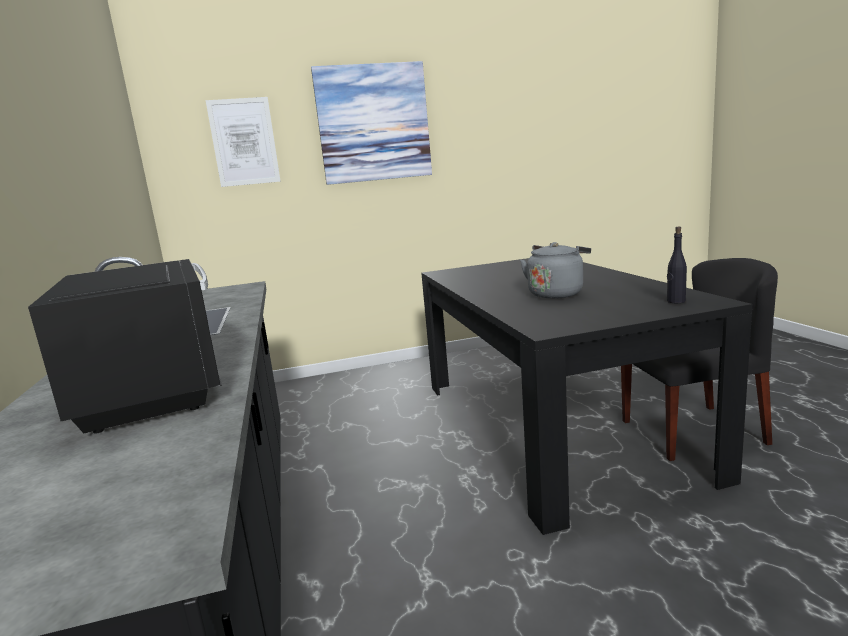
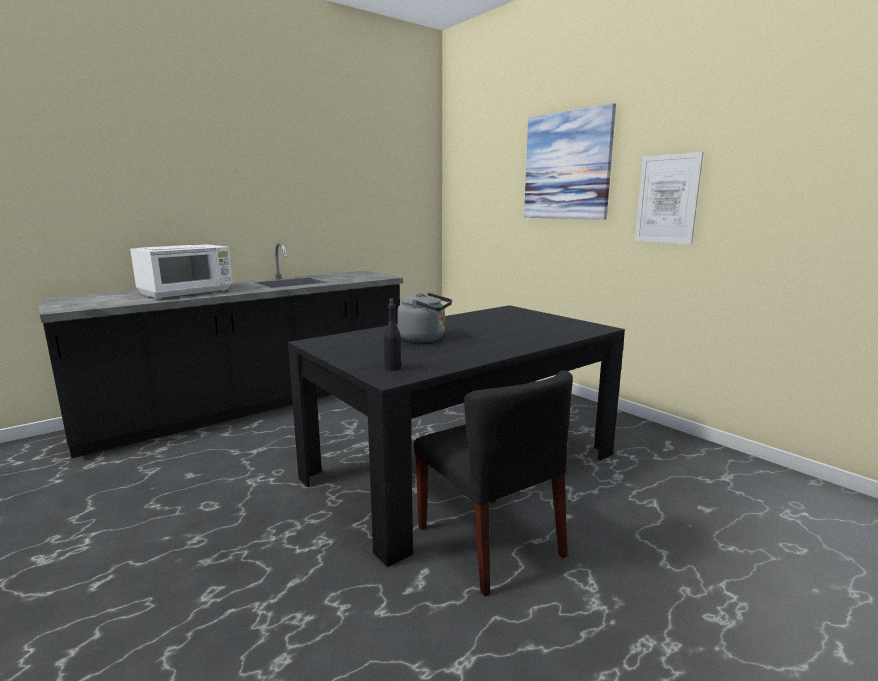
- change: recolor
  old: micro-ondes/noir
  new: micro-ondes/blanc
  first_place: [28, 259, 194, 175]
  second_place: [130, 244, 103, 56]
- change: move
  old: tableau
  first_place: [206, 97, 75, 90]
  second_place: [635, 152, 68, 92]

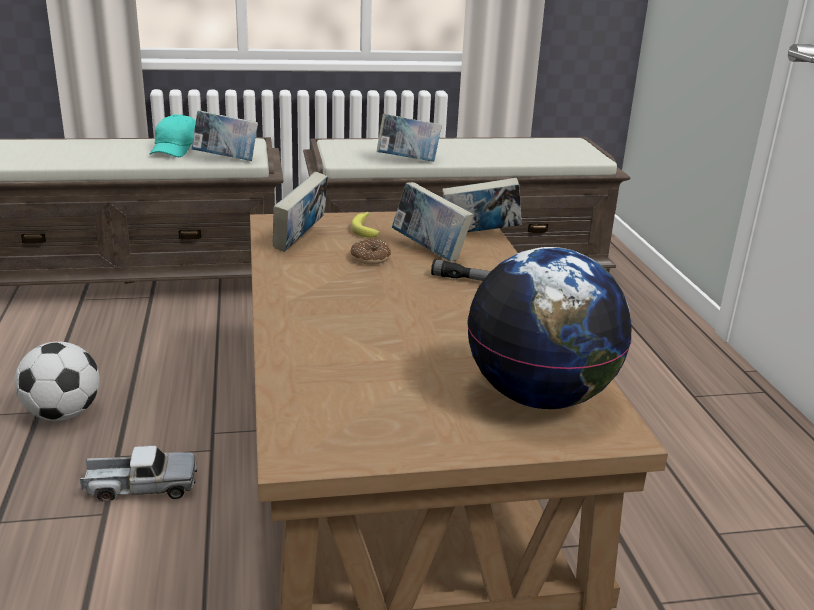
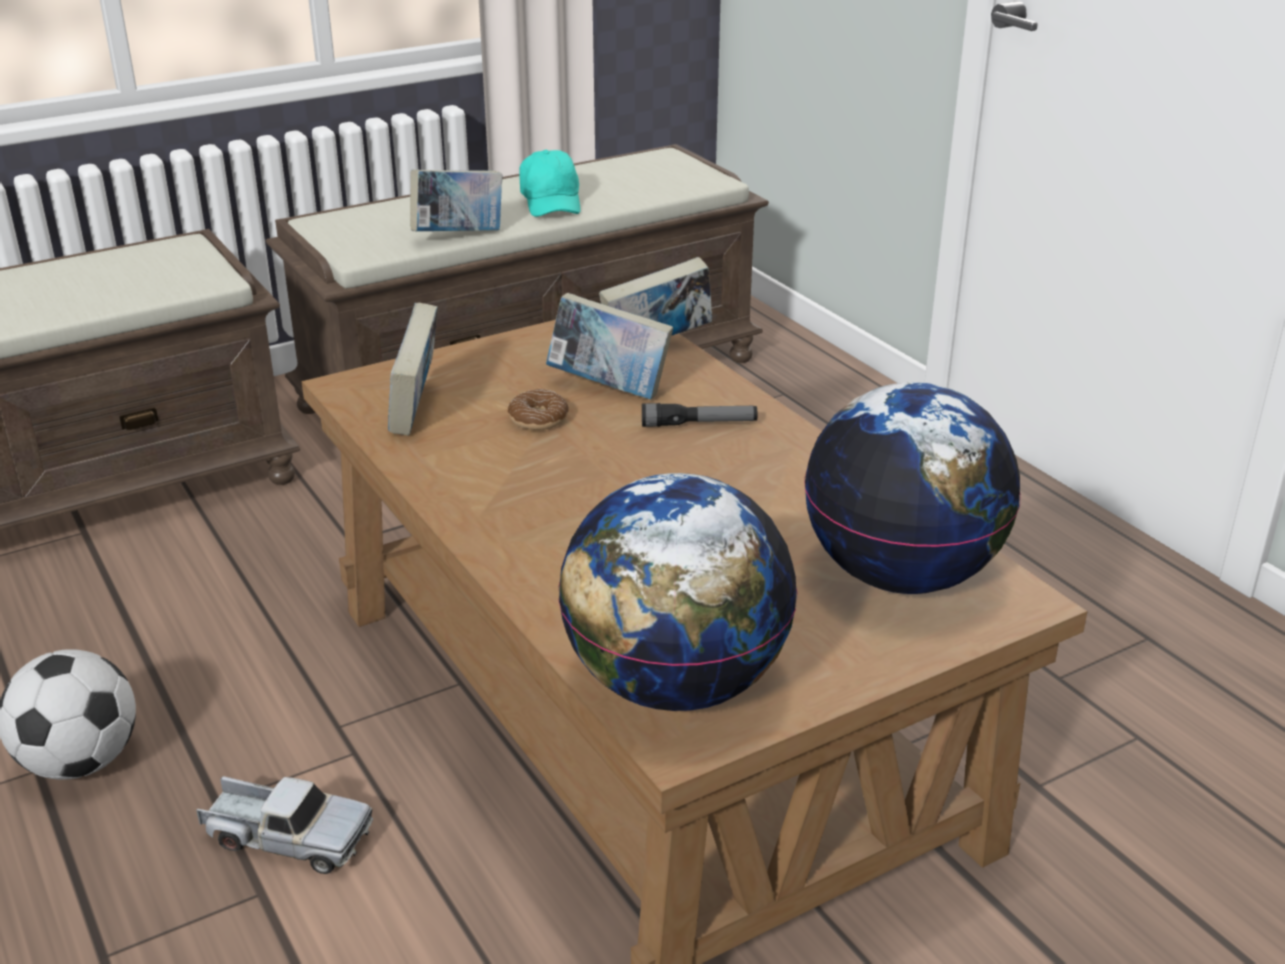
- change: rotate
  old: camion jouet
  first_place: [80, 446, 117, 56]
  second_place: [196, 776, 177, 98]
  degrees: 45
- change: move
  old: casquette/turquoise
  first_place: [150, 114, 46, 43]
  second_place: [519, 150, 62, 67]
- change: delete
  old: livre
  first_place: [192, 110, 66, 51]
- change: delete
  old: banane
  first_place: [351, 212, 29, 26]
- change: insert
  new: globe
  second_place: [558, 473, 240, 238]

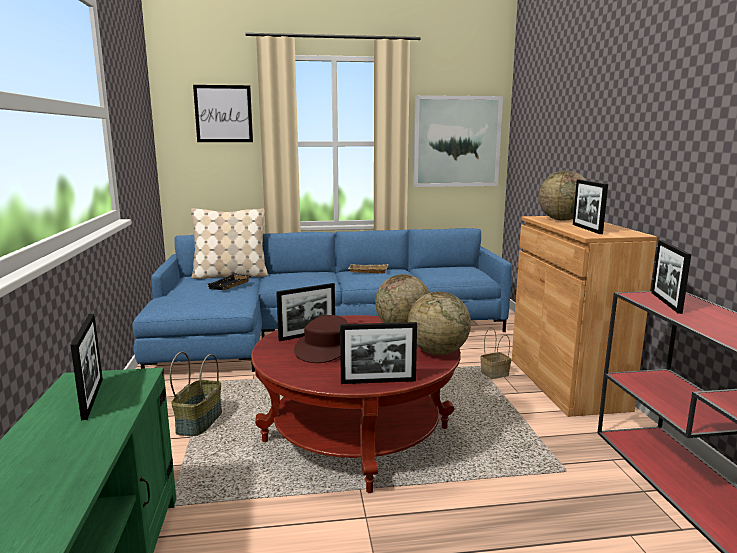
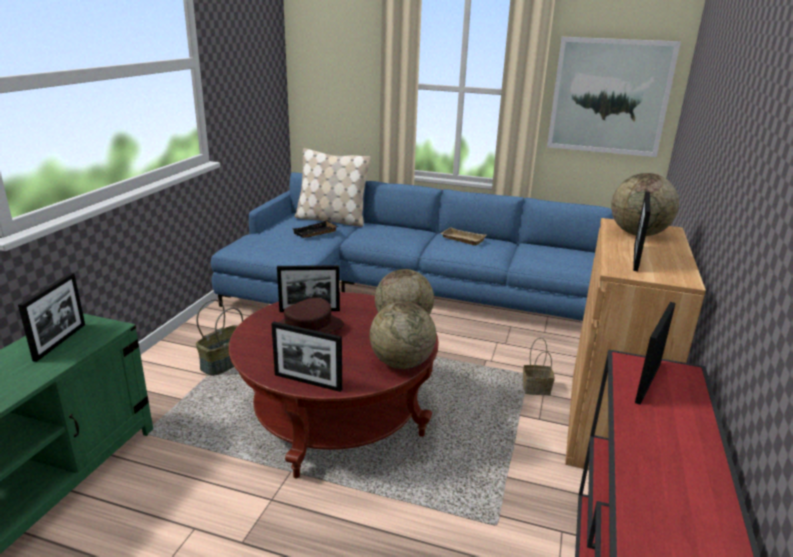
- change: delete
  old: tableau
  first_place: [193, 85, 60, 57]

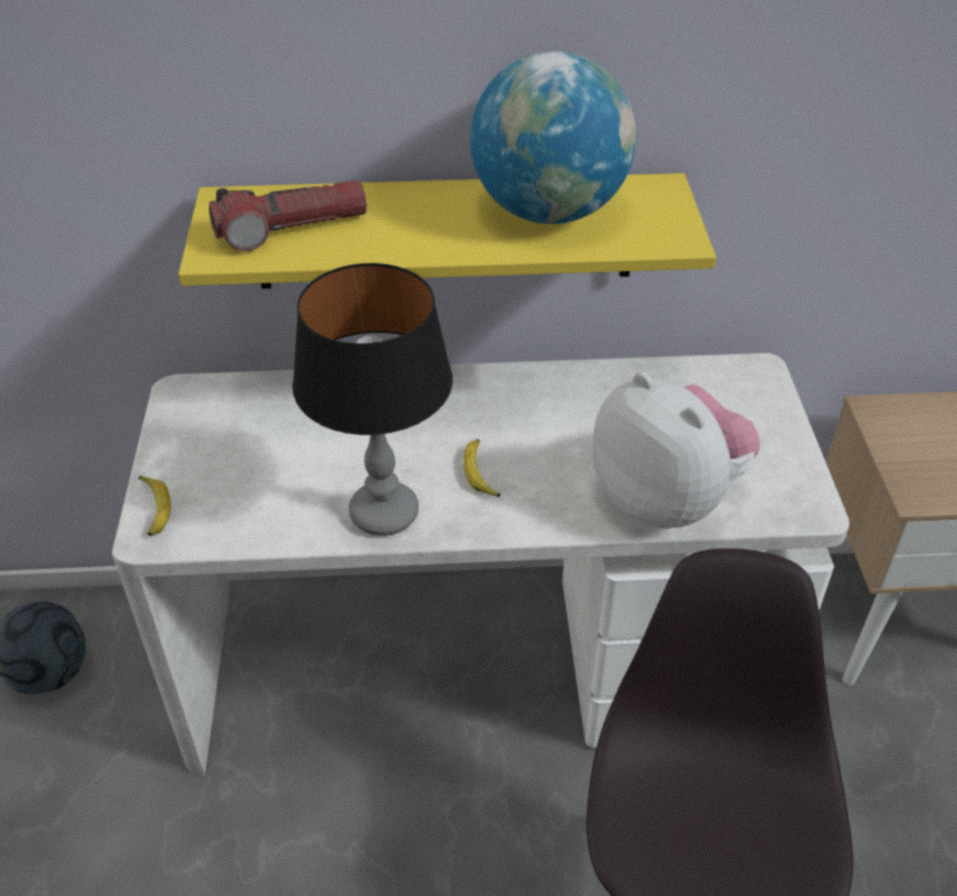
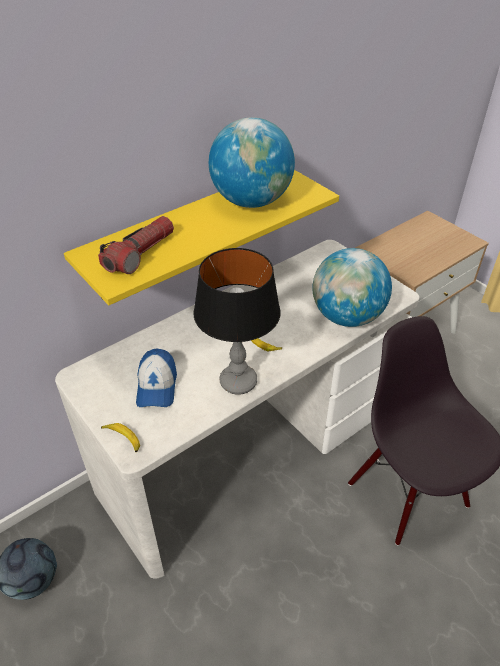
- change: replace
  old: peluche
  new: globe
  first_place: [592, 372, 168, 157]
  second_place: [312, 248, 80, 79]
- change: insert
  new: casquette
  second_place: [136, 349, 41, 58]

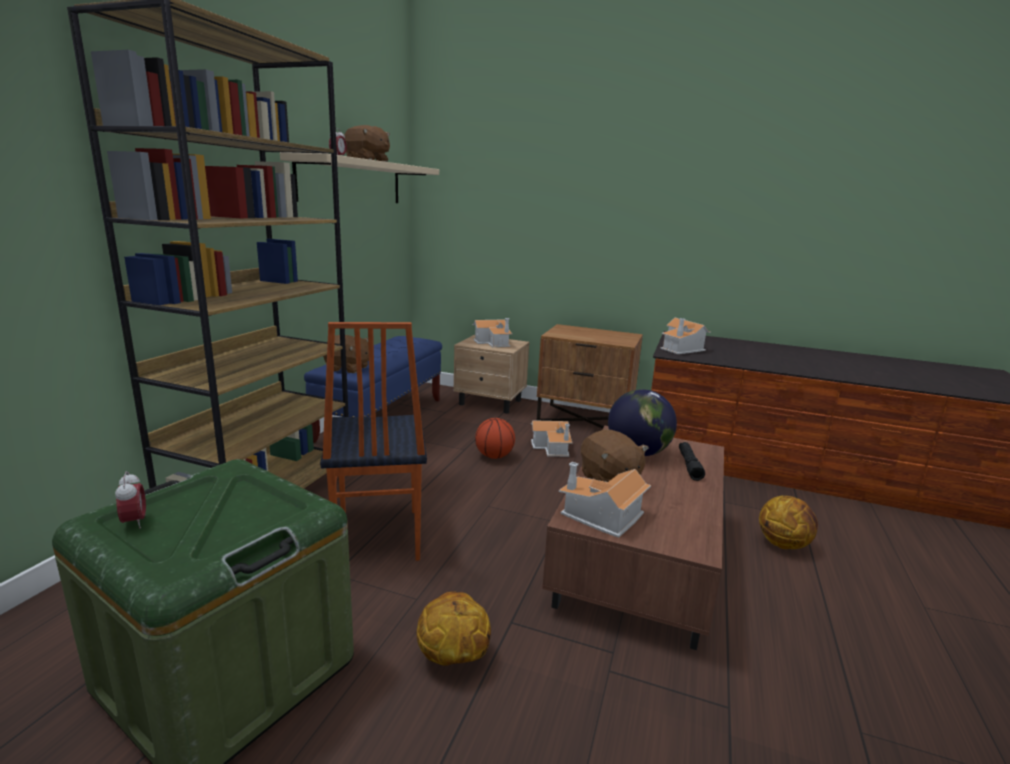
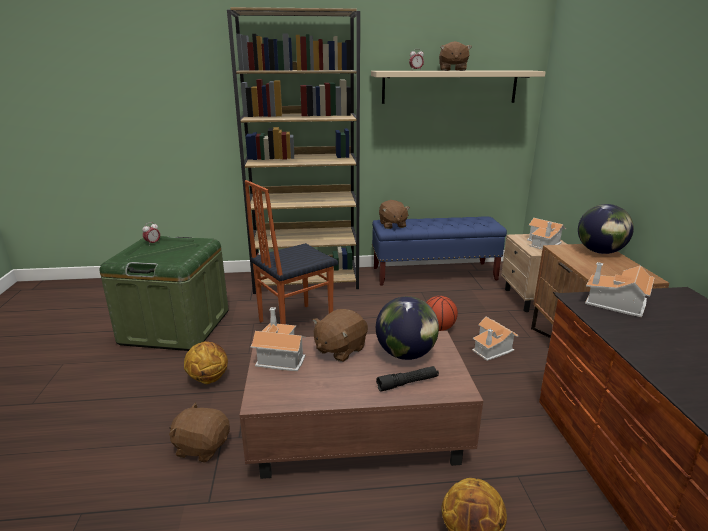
- change: insert
  new: peluche/marron
  second_place: [169, 402, 61, 61]
- change: insert
  new: globe
  second_place: [578, 204, 56, 50]

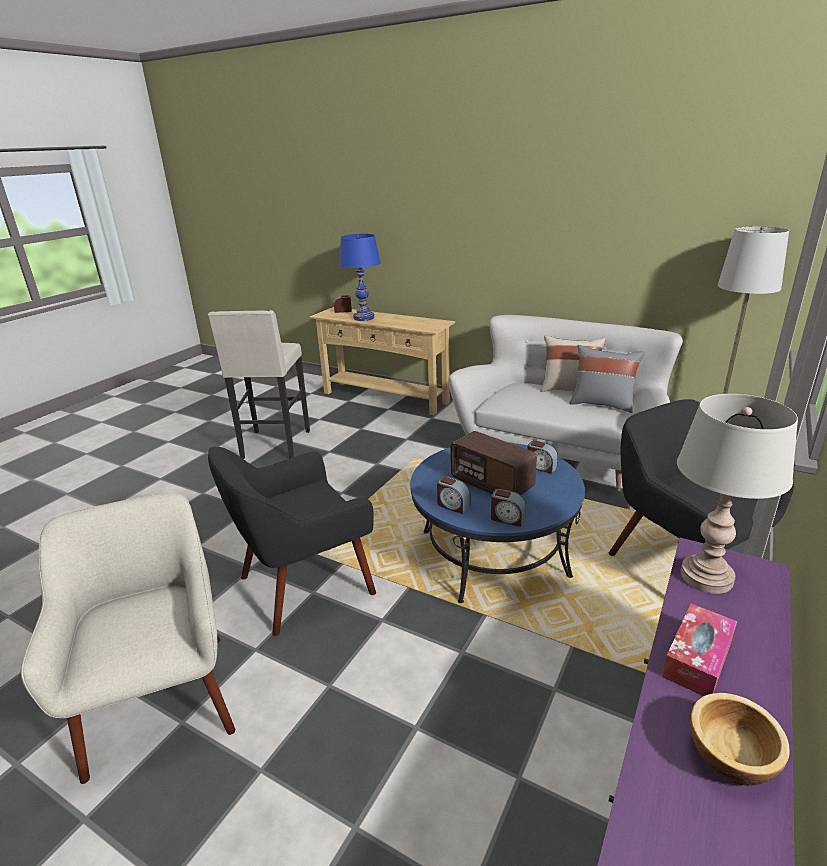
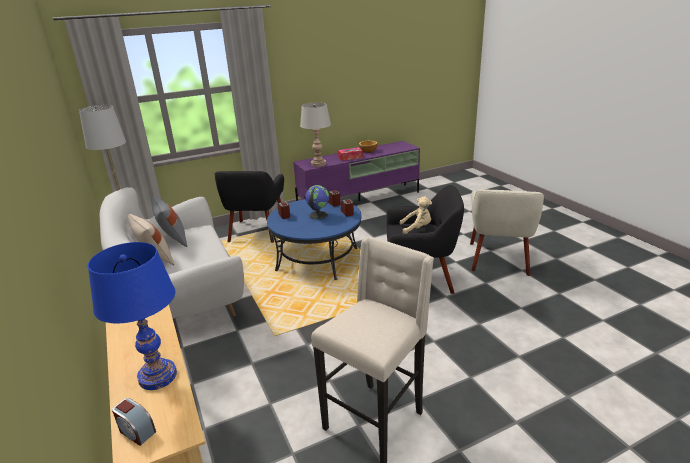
- change: replace
  old: radio
  new: globe
  first_place: [451, 431, 86, 64]
  second_place: [305, 185, 24, 35]
- change: insert
  new: peluche/beige
  second_place: [400, 197, 32, 37]

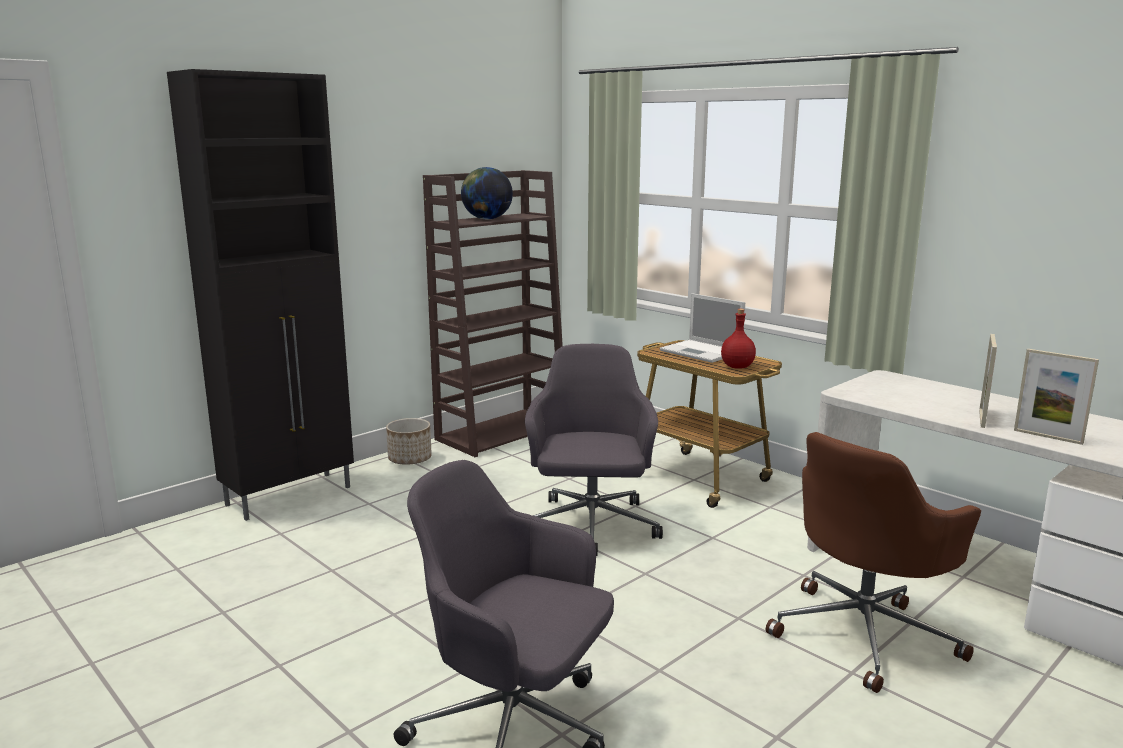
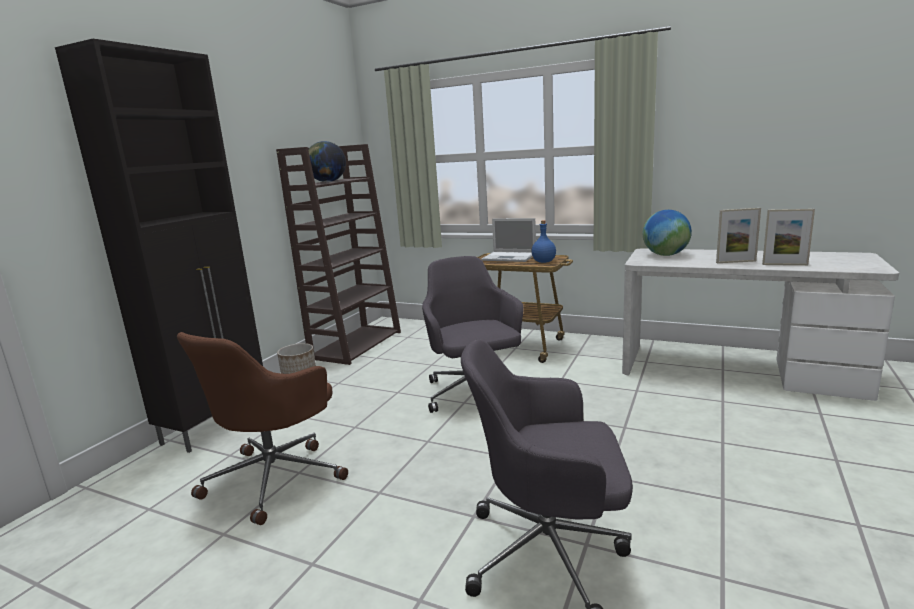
- change: recolor
  old: bouteille/rouge
  new: bouteille/bleu
  first_place: [721, 309, 35, 60]
  second_place: [531, 220, 25, 43]
- change: move
  old: chaise de bureau/marron
  first_place: [766, 432, 215, 261]
  second_place: [177, 332, 171, 193]
- change: rotate
  old: cadre photo
  first_place: [979, 334, 18, 94]
  second_place: [716, 208, 45, 55]
  degrees: -90
- change: insert
  new: globe
  second_place: [643, 210, 49, 46]

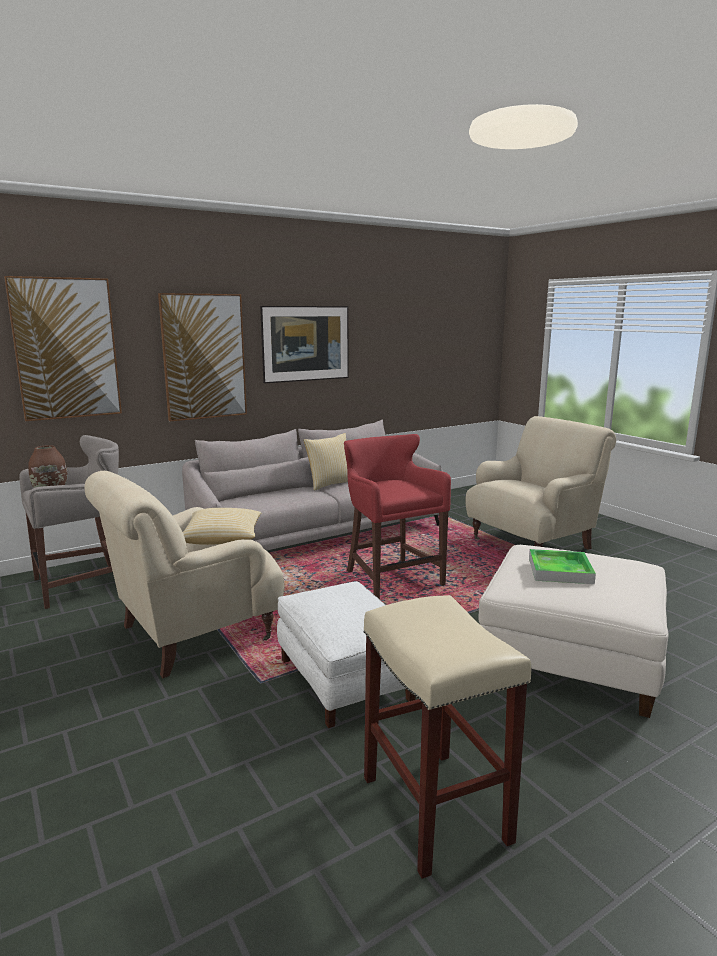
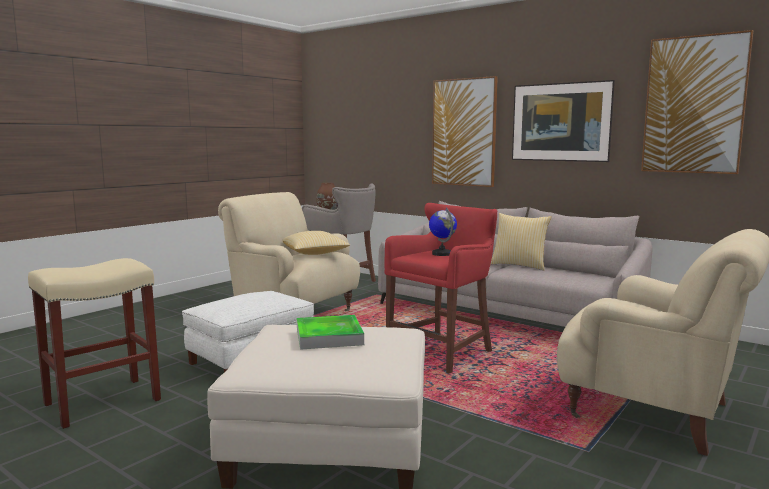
- change: move
  old: tableau
  first_place: [4, 276, 118, 145]
  second_place: [641, 30, 112, 144]
- change: insert
  new: globe
  second_place: [429, 207, 28, 49]

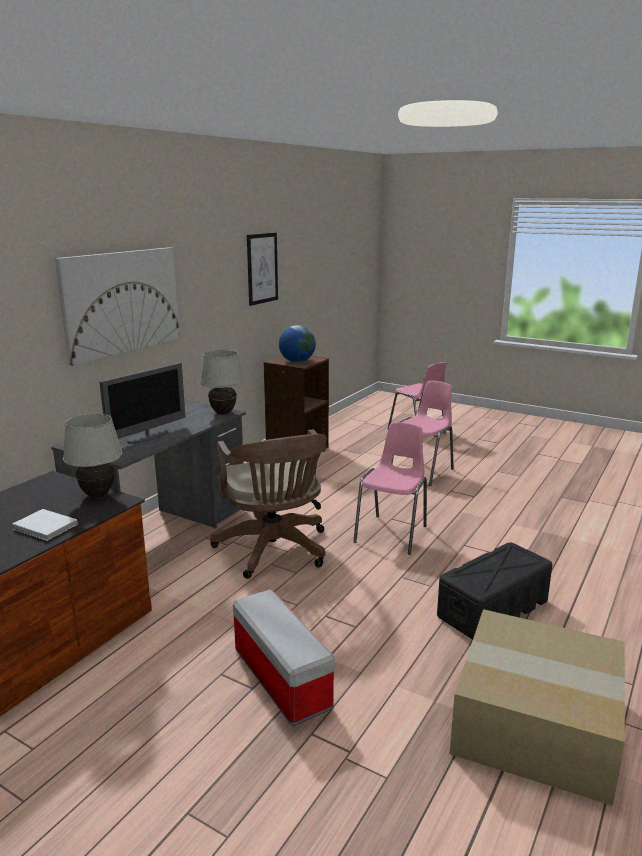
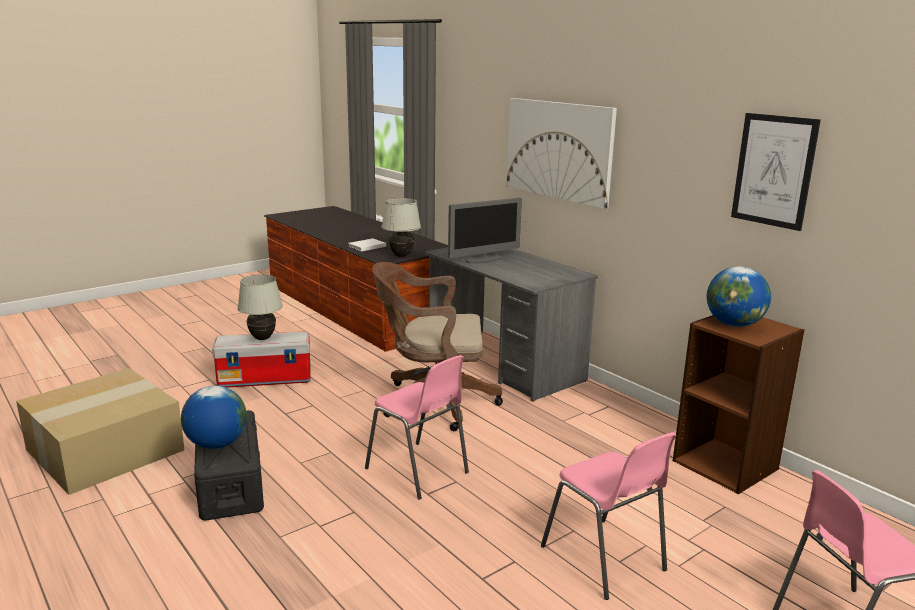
- change: rotate
  old: écran d'ordinateur
  first_place: [99, 363, 87, 81]
  second_place: [448, 198, 74, 65]
  degrees: -90
- change: move
  old: lampe de table/blanc
  first_place: [200, 350, 43, 64]
  second_place: [237, 275, 46, 65]
- change: insert
  new: globe
  second_place: [181, 386, 66, 63]

